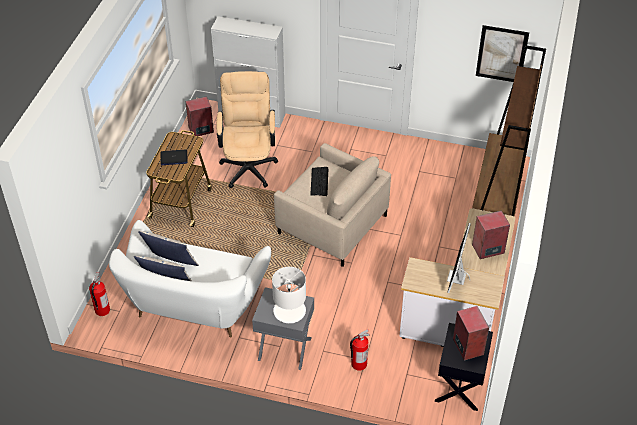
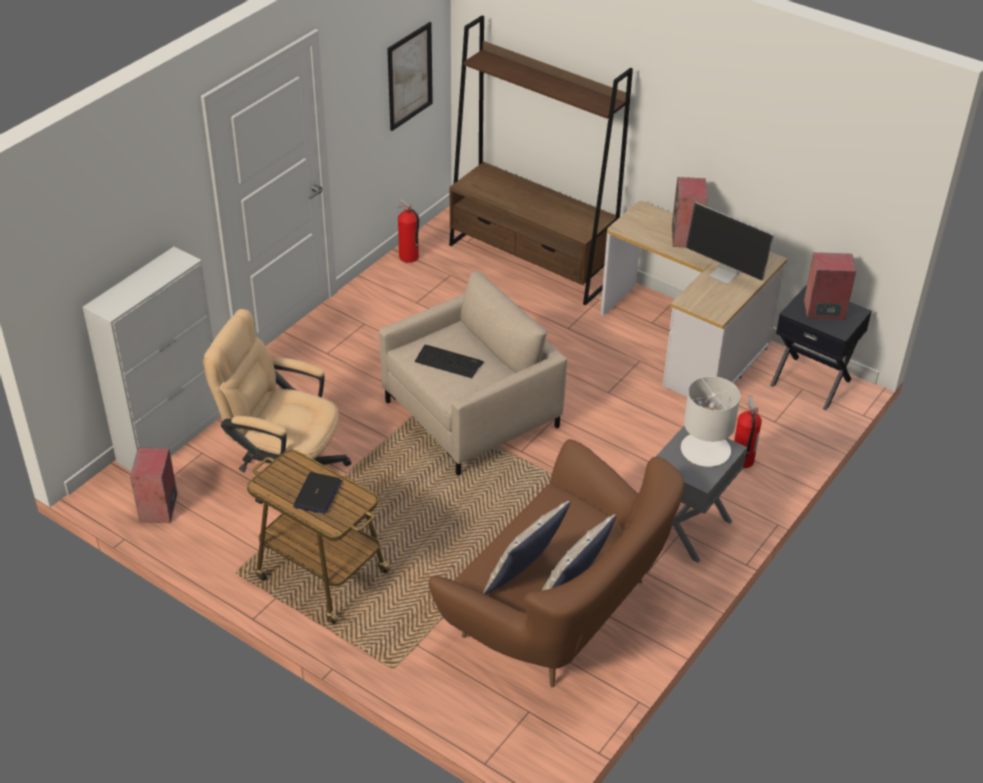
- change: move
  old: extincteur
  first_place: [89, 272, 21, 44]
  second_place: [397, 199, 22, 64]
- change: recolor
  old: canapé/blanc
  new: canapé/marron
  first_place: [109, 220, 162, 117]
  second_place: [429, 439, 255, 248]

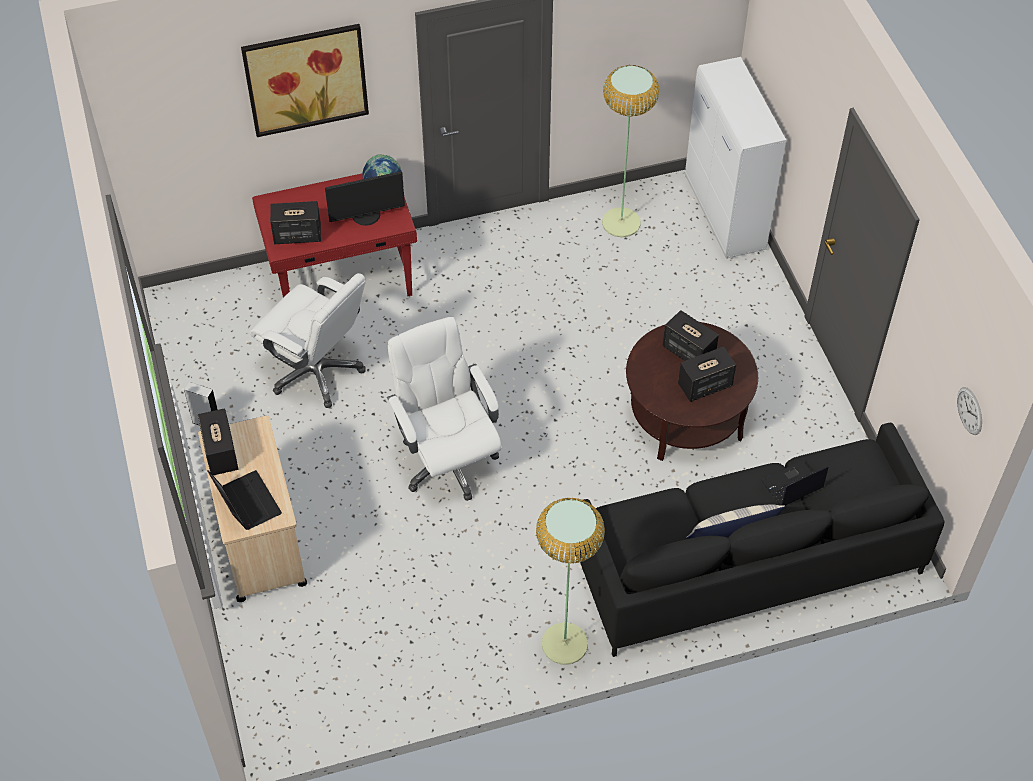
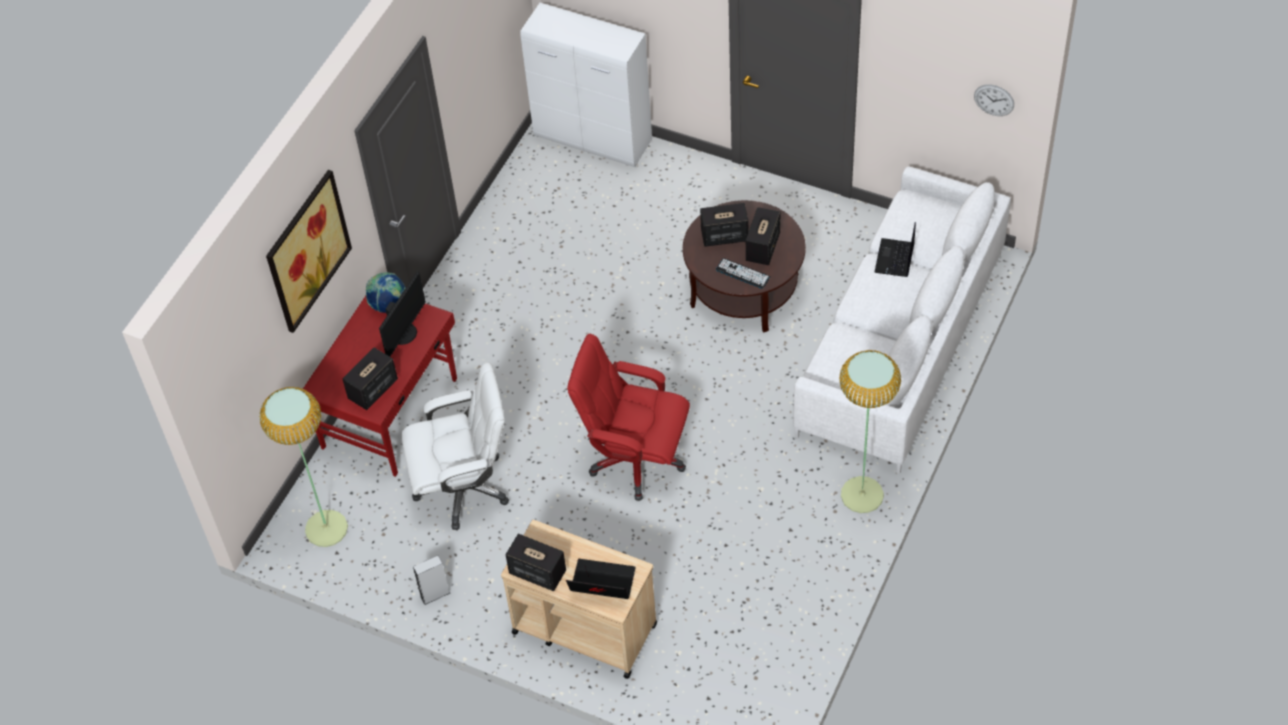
- change: recolor
  old: chaise de bureau/blanc
  new: chaise de bureau/rouge
  first_place: [387, 317, 115, 184]
  second_place: [567, 334, 123, 167]
- change: recolor
  old: canapé/noir
  new: canapé/blanc
  first_place: [575, 423, 370, 234]
  second_place: [793, 167, 218, 307]
- change: move
  old: lampadaire
  first_place: [602, 65, 57, 172]
  second_place: [259, 387, 89, 160]
- change: delete
  old: coussin
  first_place: [686, 504, 99, 35]
- change: insert
  new: clavier
  second_place: [716, 258, 54, 31]

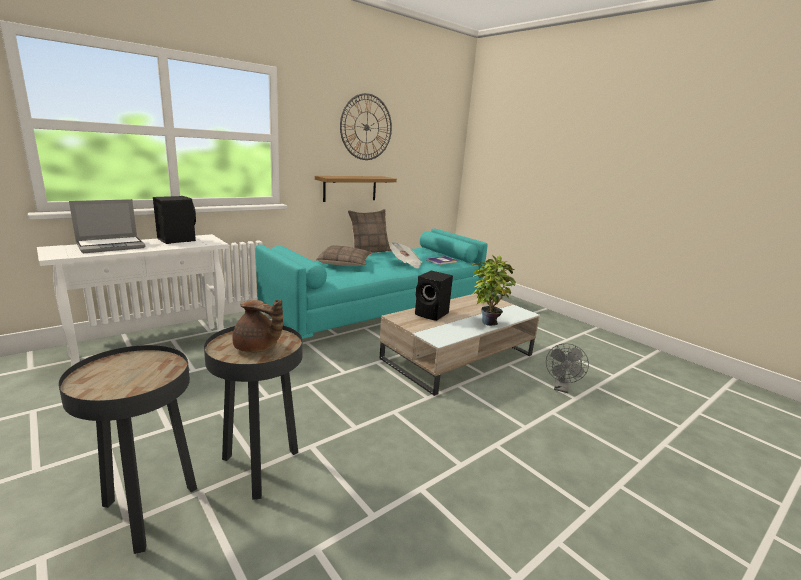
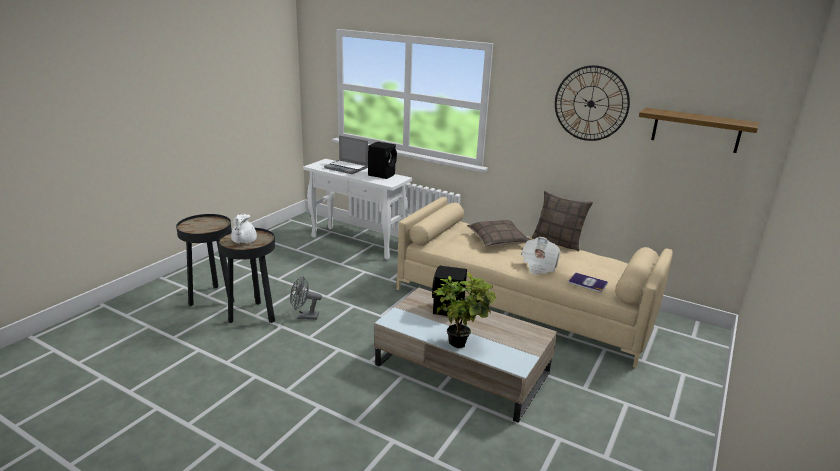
- change: recolor
  old: théière/marron
  new: théière/blanc
  first_place: [232, 300, 51, 53]
  second_place: [231, 214, 26, 30]
- change: recolor
  old: canapé/turquoise
  new: canapé/beige
  first_place: [256, 229, 232, 110]
  second_place: [396, 197, 277, 171]
- change: move
  old: étagère
  first_place: [315, 176, 82, 26]
  second_place: [639, 108, 120, 45]
- change: move
  old: ventilateur/gris
  first_place: [546, 343, 43, 50]
  second_place: [290, 276, 32, 44]

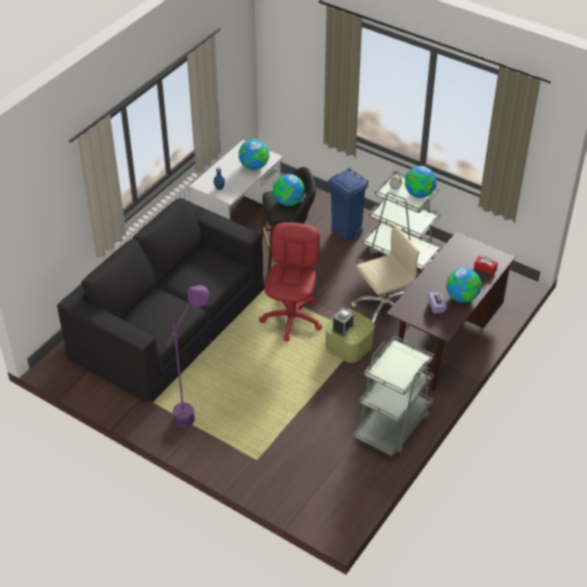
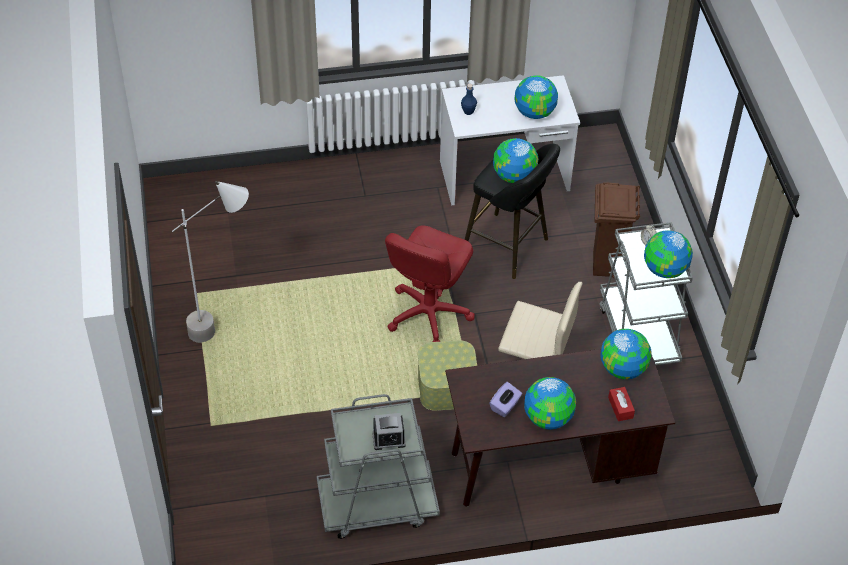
- change: delete
  old: canapé/noir
  first_place: [57, 198, 207, 205]
- change: recolor
  old: lampadaire/violet
  new: lampadaire/gris
  first_place: [167, 285, 42, 143]
  second_place: [172, 181, 77, 162]
- change: rotate
  old: chaise de bureau/rouge
  first_place: [259, 222, 63, 119]
  second_place: [385, 225, 90, 117]
  degrees: 150
- change: recolor
  old: poubelle/bleu
  new: poubelle/marron
  first_place: [326, 168, 43, 73]
  second_place: [593, 182, 47, 97]
- change: move
  old: réveil
  first_place: [332, 308, 22, 28]
  second_place: [372, 413, 34, 37]
- change: insert
  new: globe
  second_place: [600, 329, 52, 50]

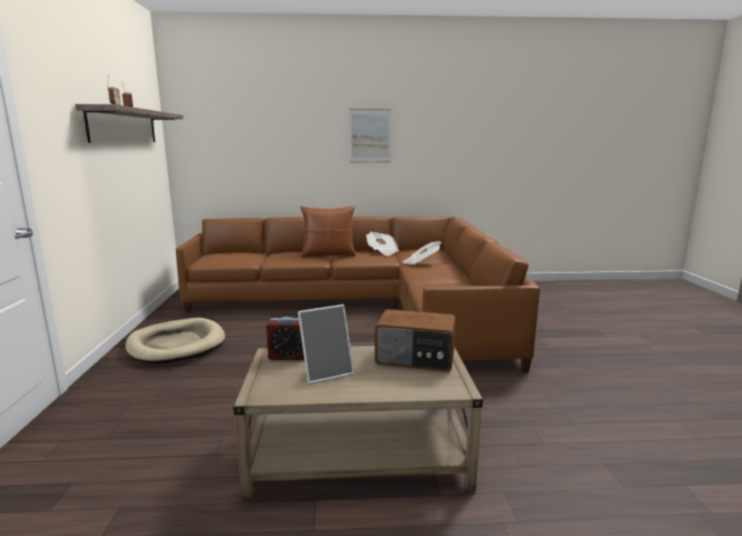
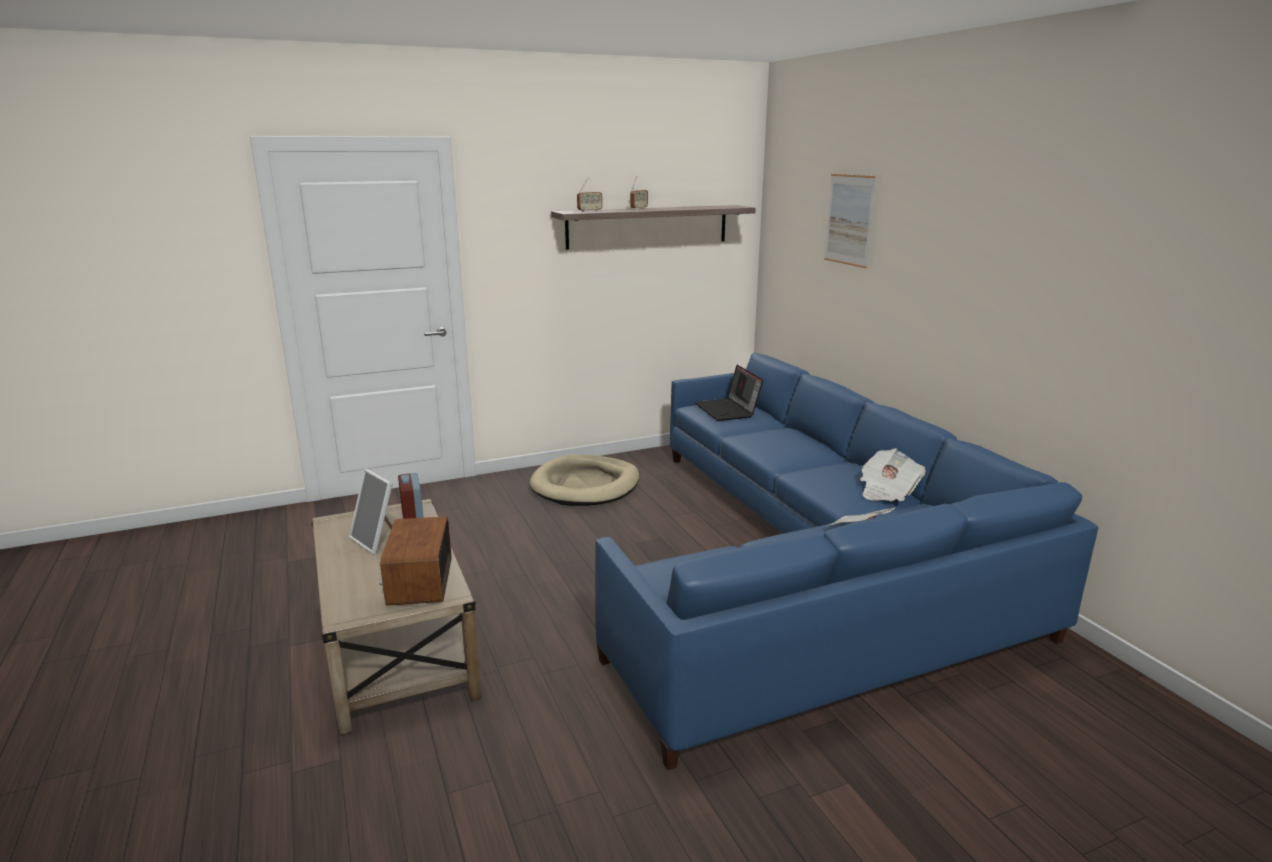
- change: recolor
  old: canapé/marron
  new: canapé/bleu
  first_place: [176, 216, 364, 157]
  second_place: [595, 353, 503, 417]
- change: delete
  old: coussin/marron
  first_place: [300, 206, 56, 51]
- change: move
  old: tableau
  first_place: [349, 109, 42, 54]
  second_place: [824, 174, 53, 94]
- change: insert
  new: ordinateur portable
  second_place: [695, 365, 68, 56]

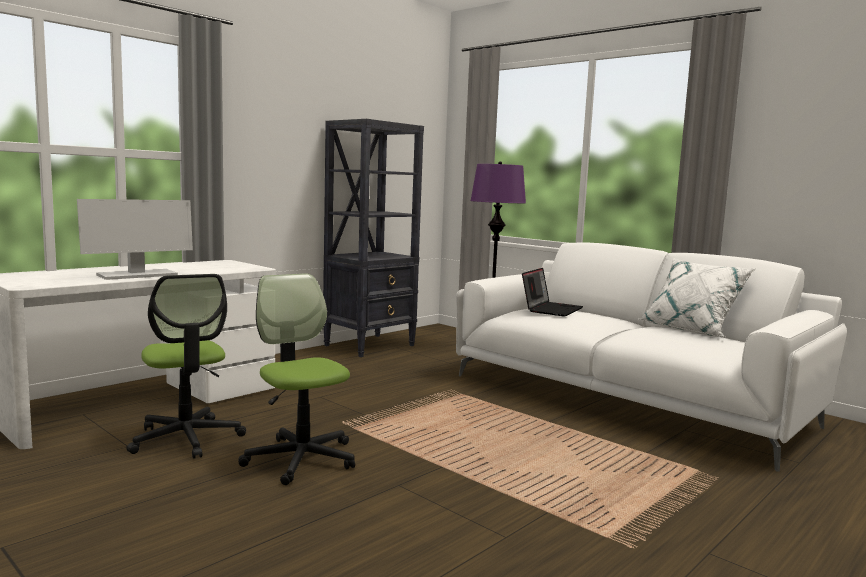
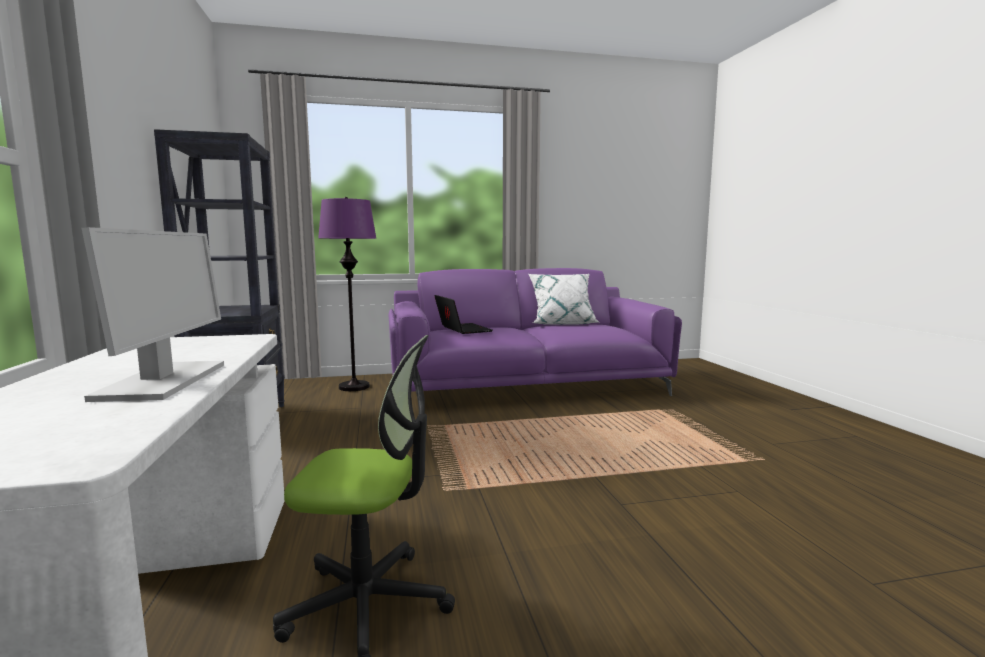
- change: delete
  old: chaise de bureau
  first_place: [238, 273, 117, 212]
- change: recolor
  old: canapé/blanc
  new: canapé/violet
  first_place: [456, 243, 391, 229]
  second_place: [389, 268, 293, 128]

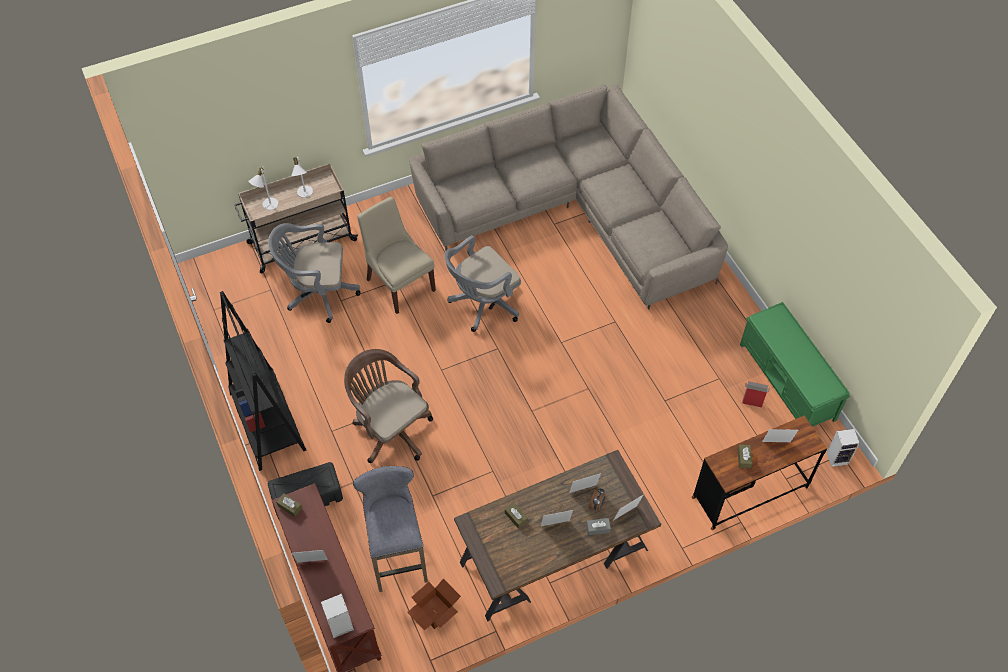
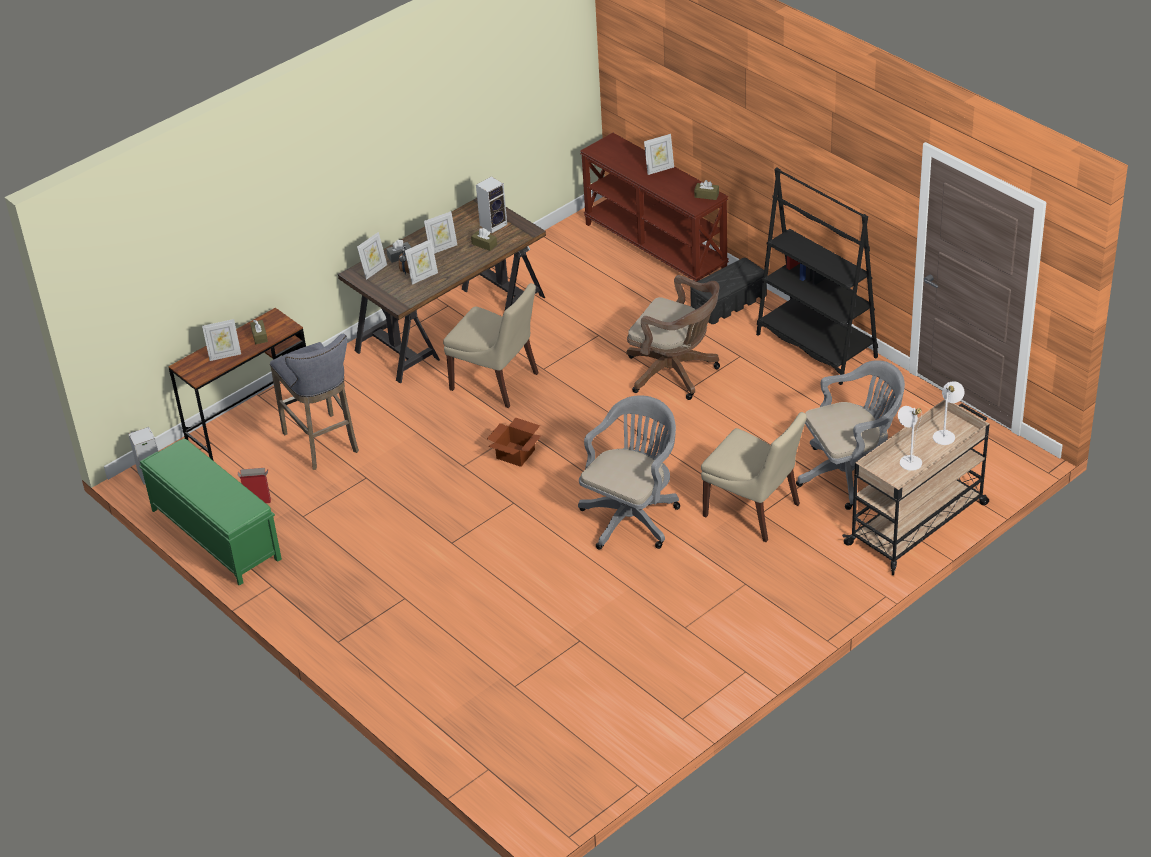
- change: move
  old: enceinte
  first_place: [321, 594, 33, 44]
  second_place: [476, 176, 31, 57]
- change: move
  old: tabouret/gris
  first_place: [353, 466, 75, 126]
  second_place: [270, 334, 89, 136]
- change: move
  old: carton
  first_place: [407, 579, 54, 52]
  second_place: [487, 417, 54, 50]
- change: delete
  old: canapé/beige
  first_place: [410, 84, 318, 225]
- change: insert
  new: chaise/beige
  second_place: [443, 283, 96, 125]

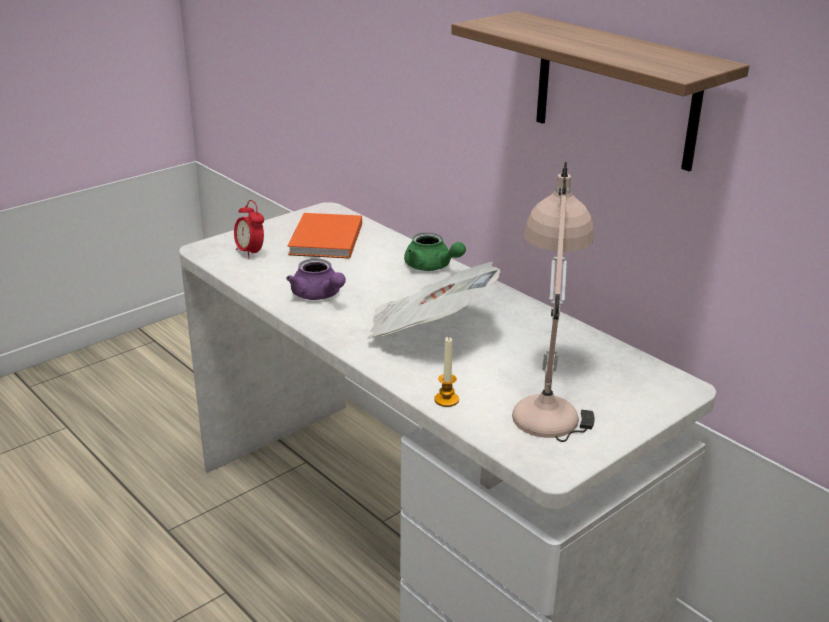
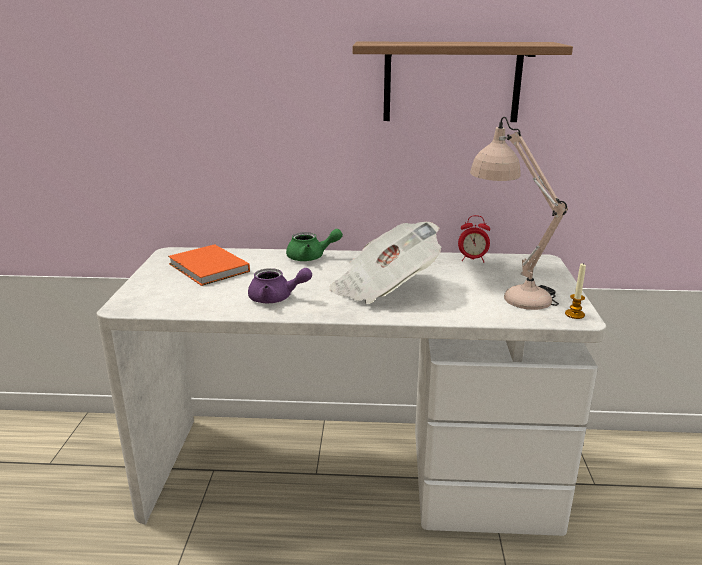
- change: move
  old: réveil
  first_place: [234, 200, 30, 59]
  second_place: [458, 215, 32, 47]
- change: move
  old: bougie
  first_place: [434, 337, 25, 70]
  second_place: [565, 263, 21, 56]

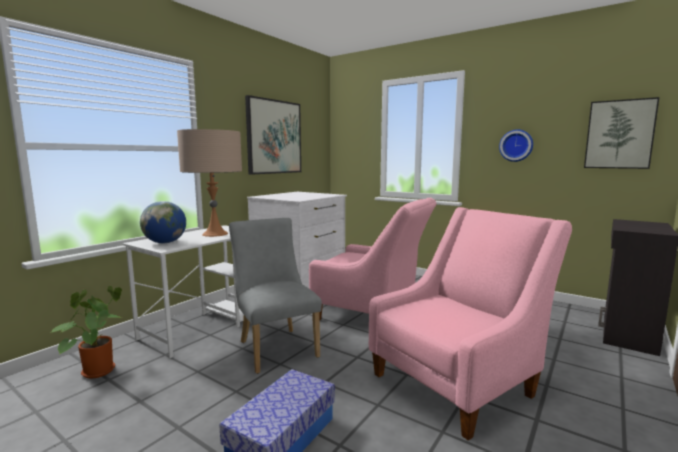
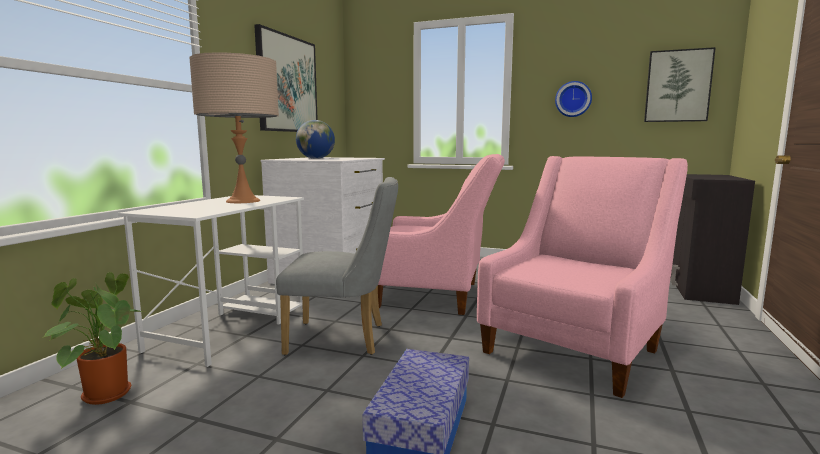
- change: move
  old: globe
  first_place: [140, 201, 46, 42]
  second_place: [296, 120, 39, 39]
- change: rotate
  old: chaise/gris
  first_place: [229, 218, 93, 156]
  second_place: [276, 177, 122, 178]
  degrees: 135

